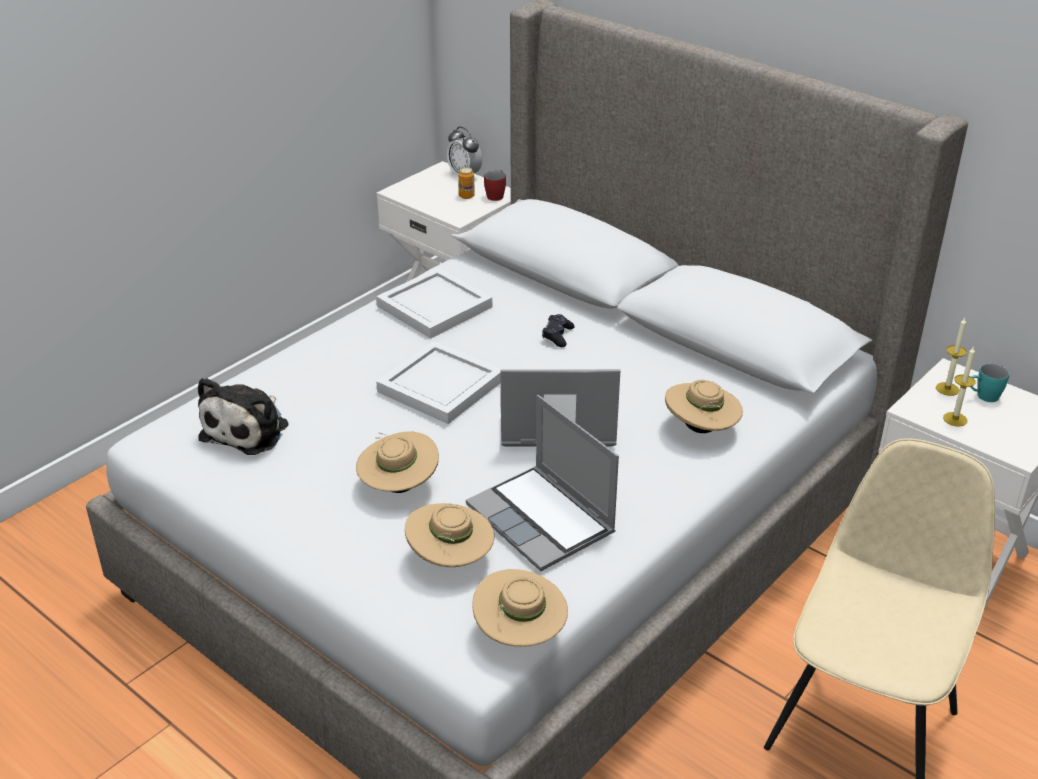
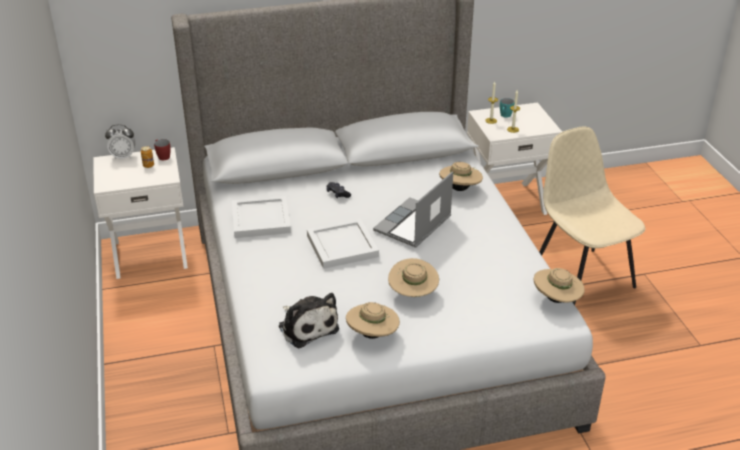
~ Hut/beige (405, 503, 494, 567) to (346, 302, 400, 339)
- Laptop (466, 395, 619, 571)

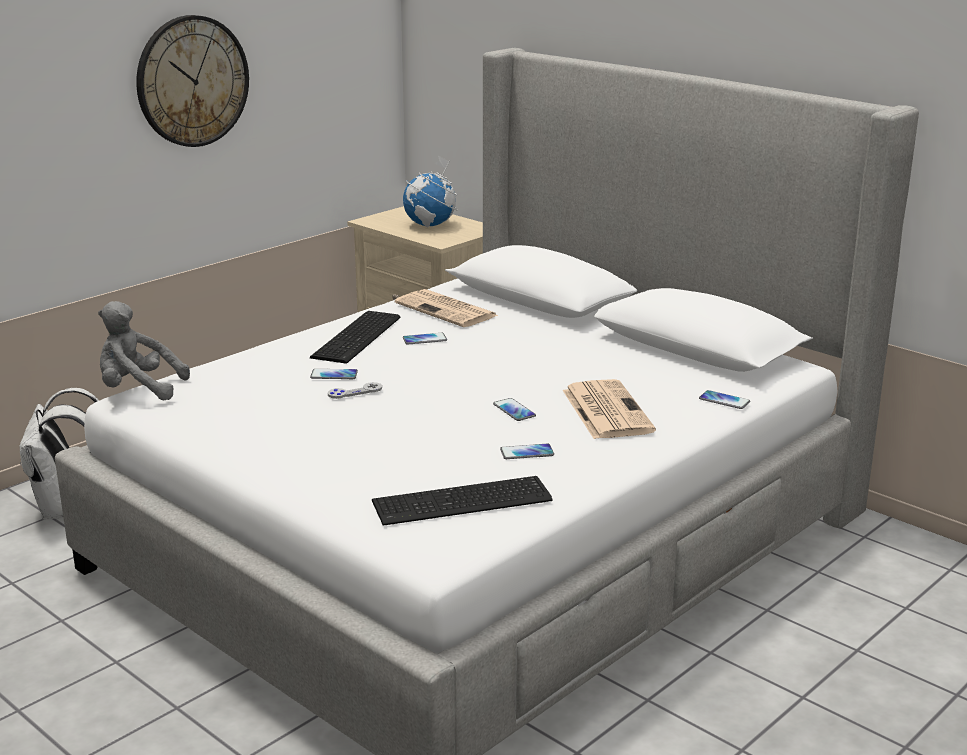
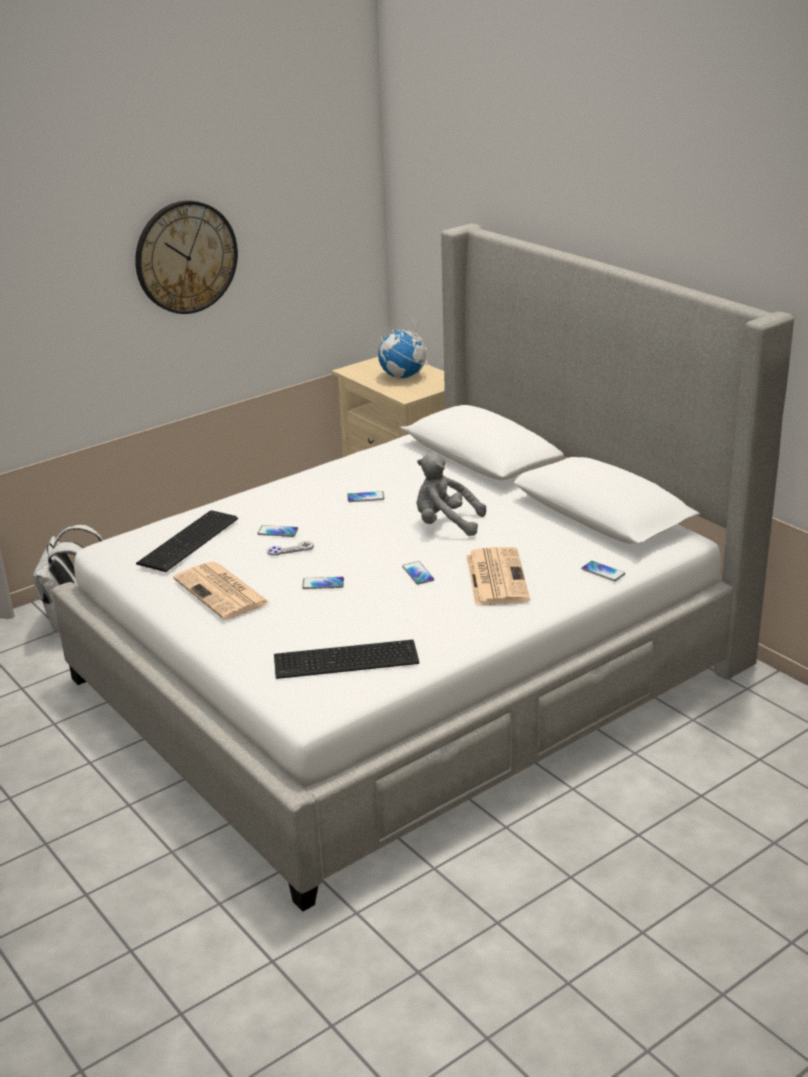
~ Tastatur (310, 311, 401, 364) to (136, 510, 238, 572)
~ Zeitung (395, 289, 499, 327) to (173, 562, 270, 620)
~ Handy (500, 444, 554, 459) to (302, 577, 344, 589)
~ Plüschtier/grau (98, 301, 190, 400) to (416, 453, 486, 536)

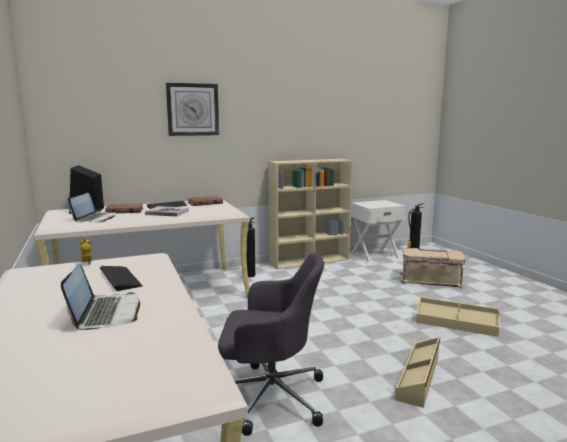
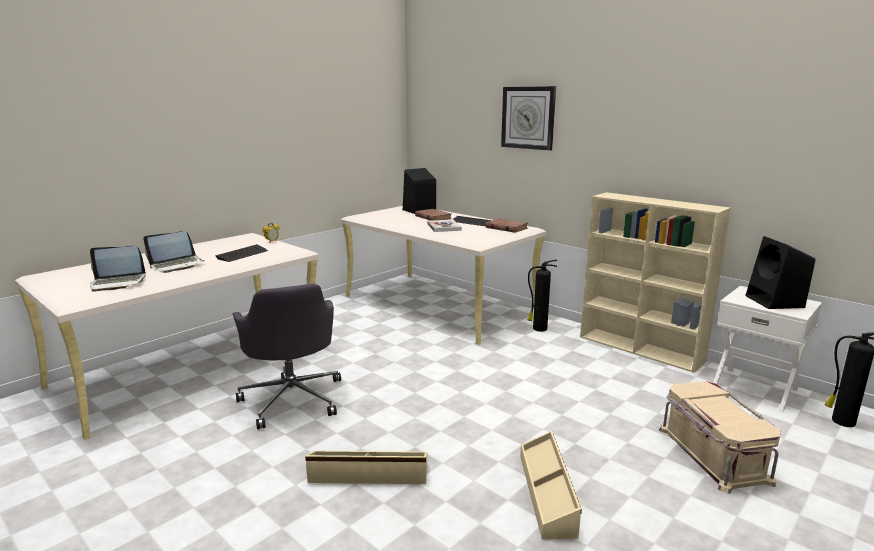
~ Laptop (68, 193, 116, 222) to (90, 246, 146, 292)
+ Lautsprecher/schwarz (745, 236, 815, 309)

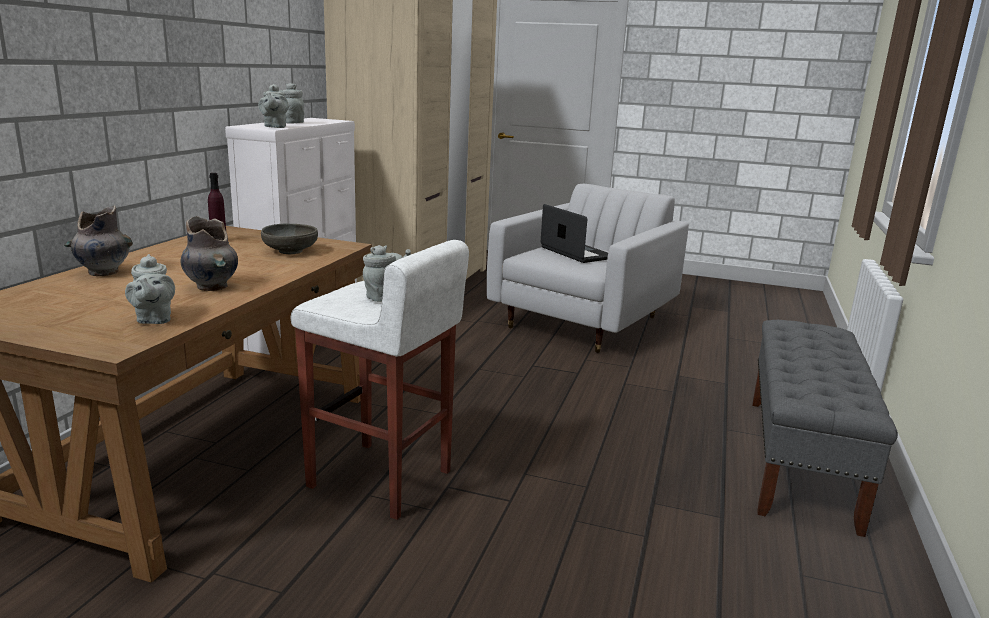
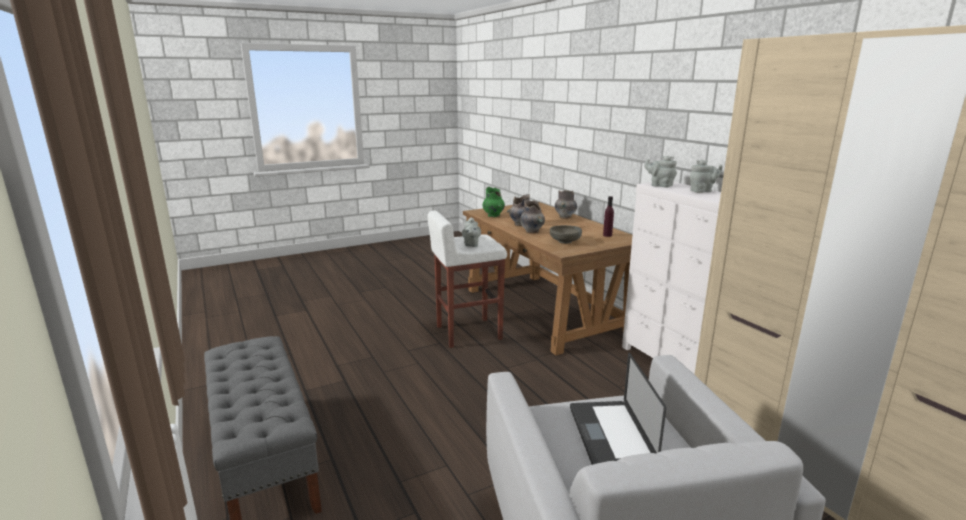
~ Teekanne/grau (125, 254, 175, 324) to Vase/grün (483, 187, 505, 217)
+ Vase/grau (520, 199, 545, 233)
~ Laptop (541, 204, 608, 263) = (570, 353, 666, 465) 75 degrees clockwise

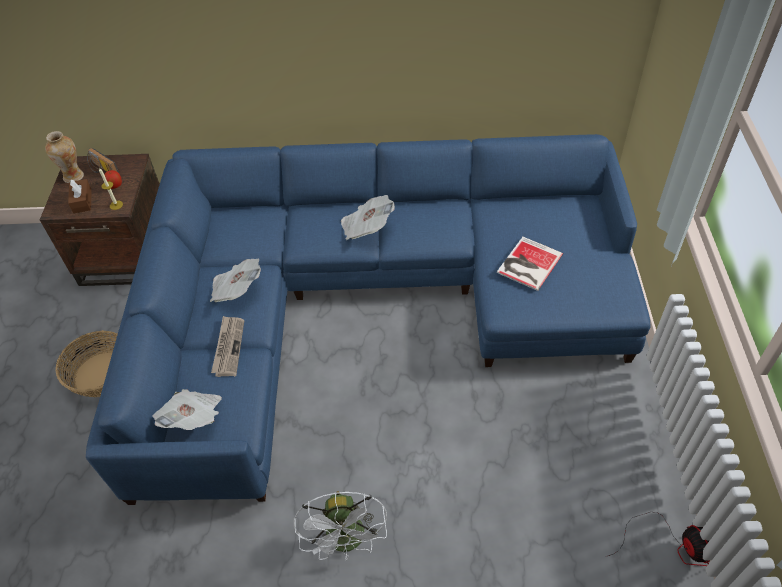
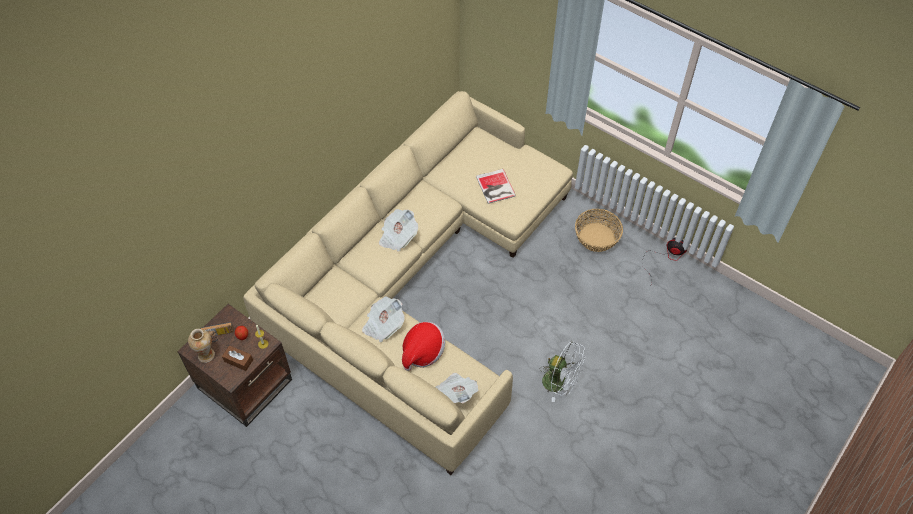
~ Sofa/blau (86, 134, 650, 505) to Sofa/beige (243, 91, 573, 475)
~ Zeitung (211, 316, 244, 377) to Hut (402, 322, 445, 371)
~ Korb (55, 330, 118, 397) to (575, 209, 623, 252)

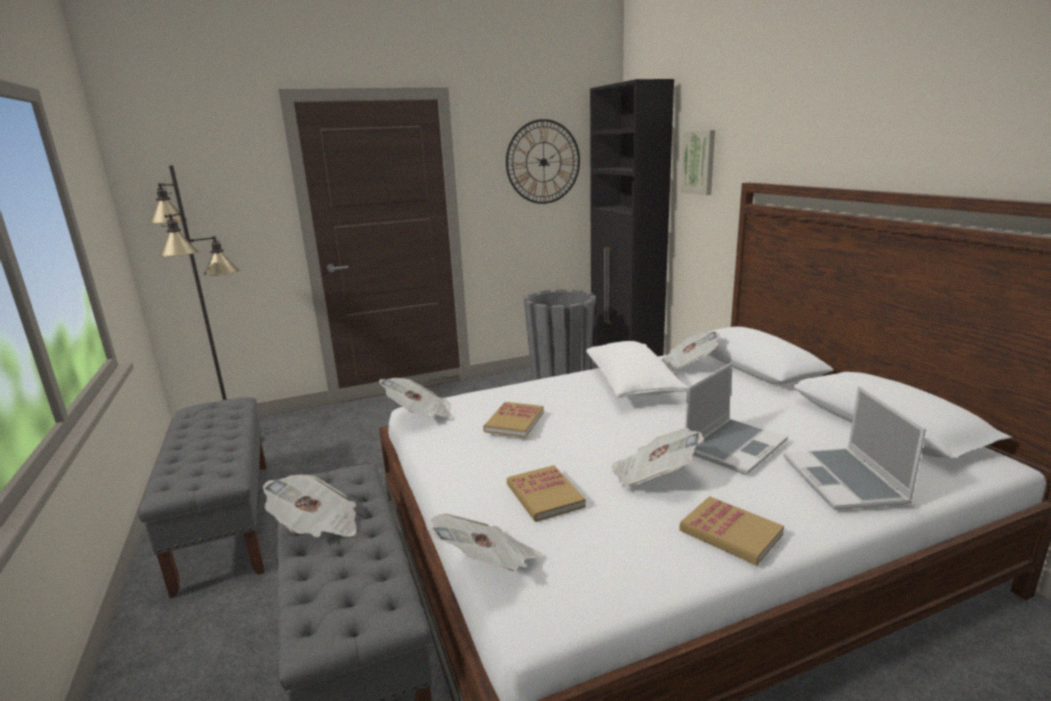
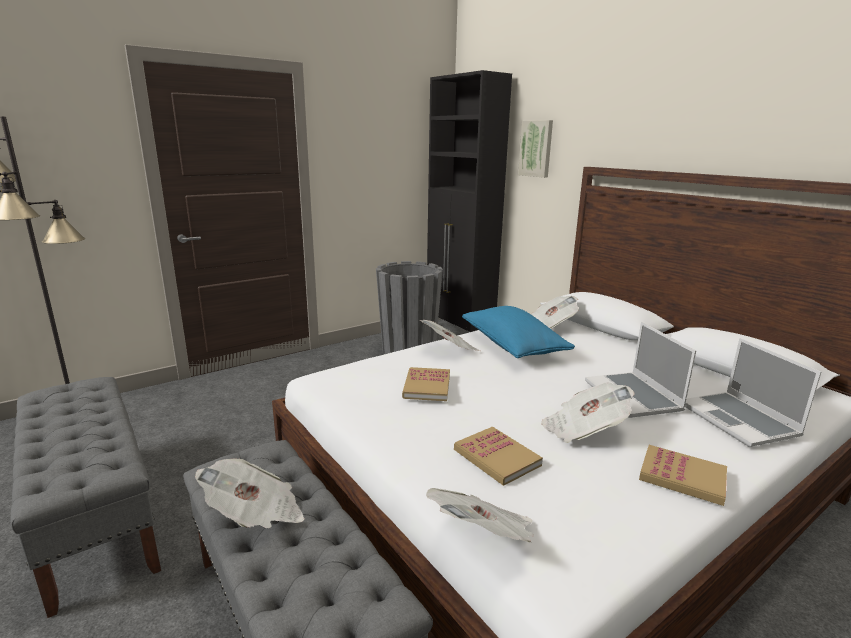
~ Zeitung (379, 378, 452, 418) to (420, 320, 480, 351)
~ Kissen/weiß (586, 341, 688, 398) to Kissen/blau (462, 306, 575, 358)
~ Laptop (685, 362, 788, 475) = (585, 322, 696, 418) 135 degrees clockwise
- Wanduhr (506, 119, 580, 204)

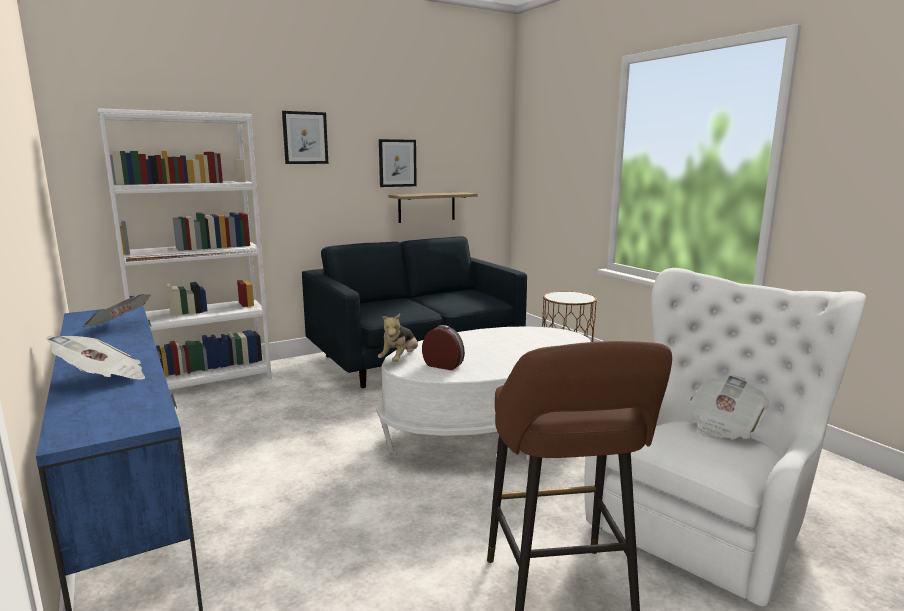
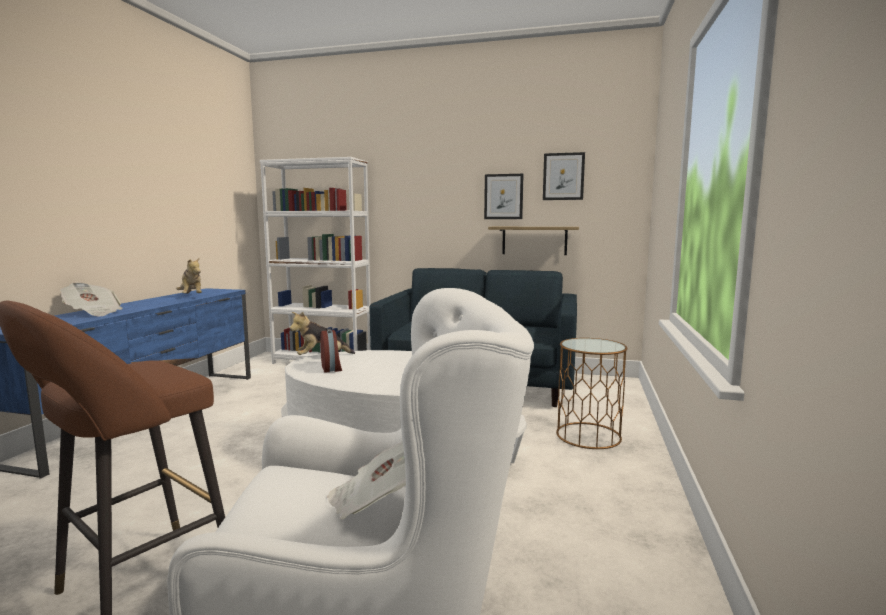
~ Zeitung (83, 294, 151, 327) to Plüschtier (176, 258, 202, 294)
~ Bild (282, 111, 328, 164) to (543, 152, 585, 200)

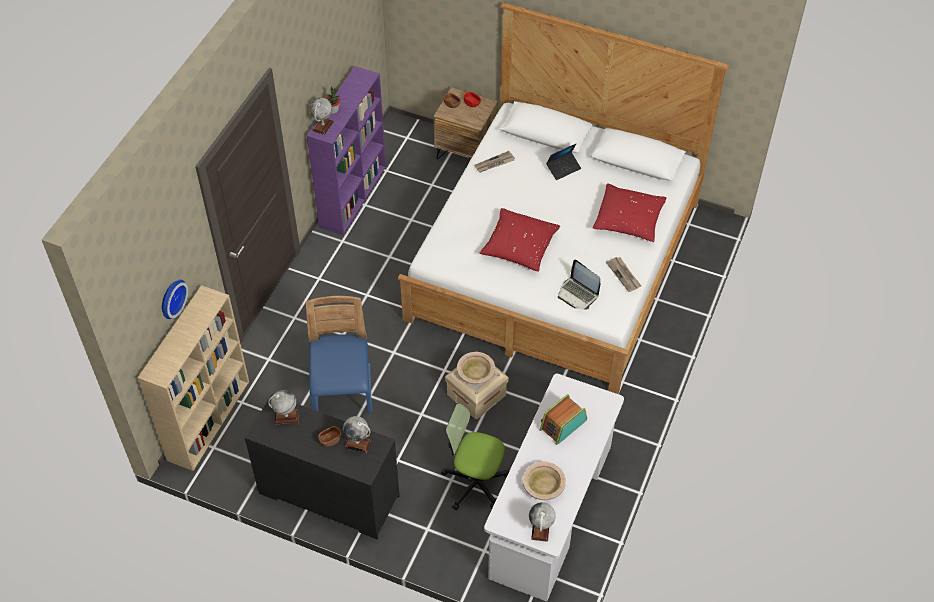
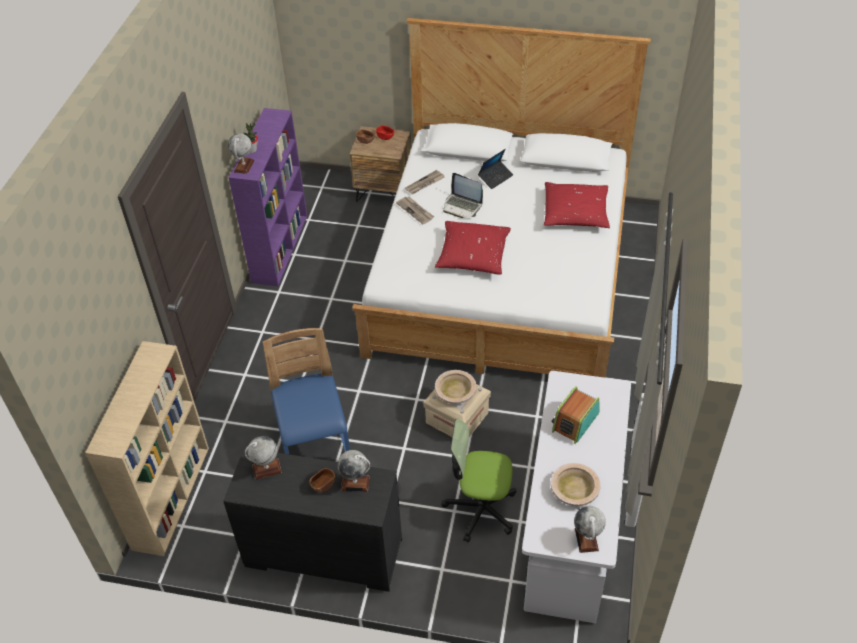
~ Zeitung (606, 257, 641, 292) to (396, 197, 434, 224)
~ Laptop (558, 260, 600, 310) to (443, 173, 483, 218)
- Wanduhr (162, 280, 188, 319)

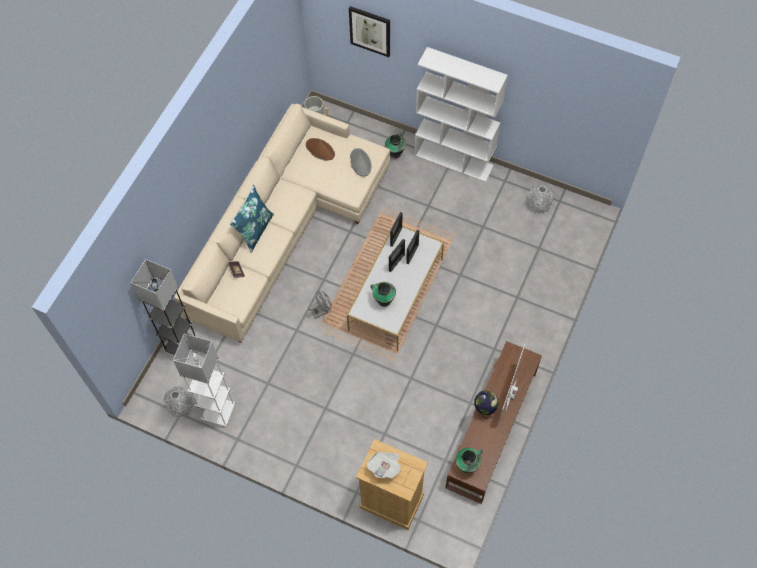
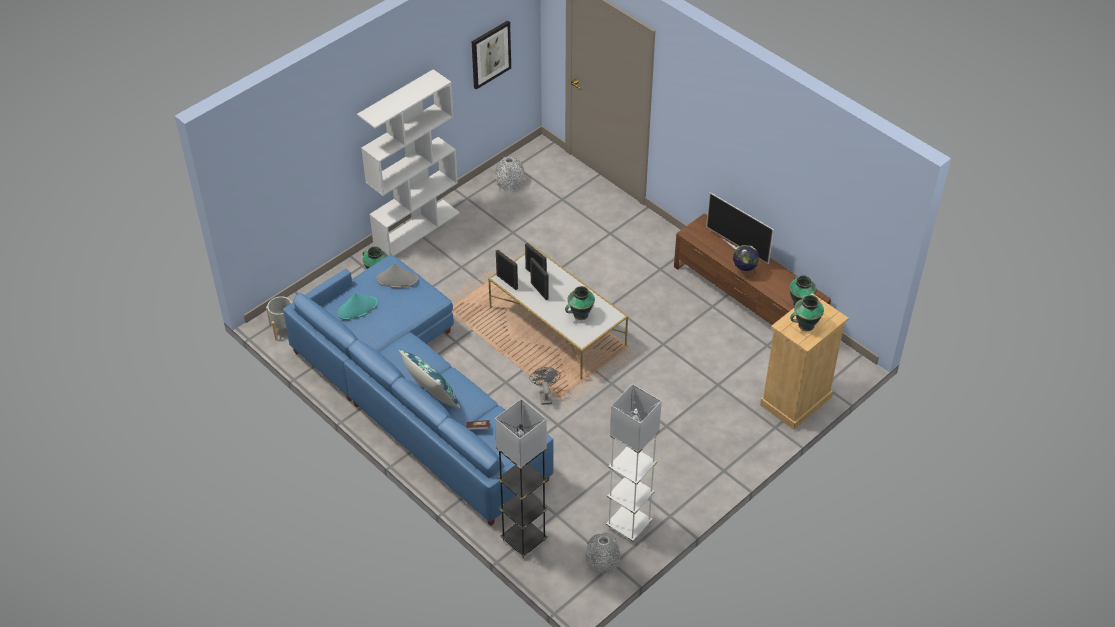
~ Sofa/beige (174, 104, 391, 343) to Sofa/blau (283, 254, 554, 526)
~ Hut/braun (306, 138, 335, 161) to Hut/türkis (337, 293, 378, 320)
~ Bild (349, 6, 390, 57) to (472, 20, 511, 90)
~ Zeitung (367, 451, 401, 478) to Vase (790, 295, 824, 331)

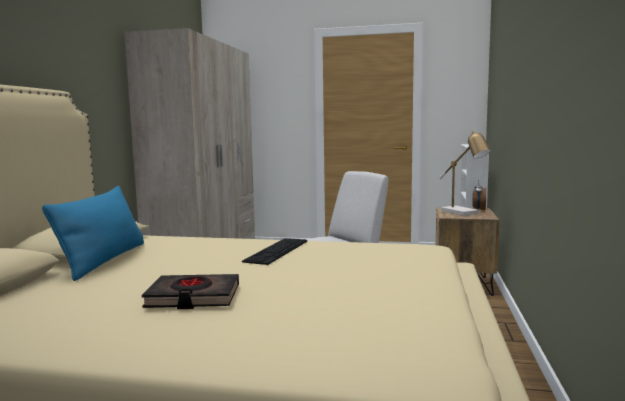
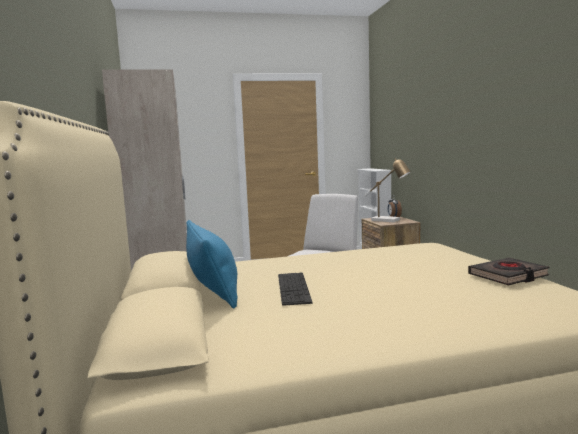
~ Tastatur (242, 238, 307, 265) to (278, 273, 312, 306)
~ Buch/schwarz (142, 274, 239, 309) to (468, 258, 550, 285)

